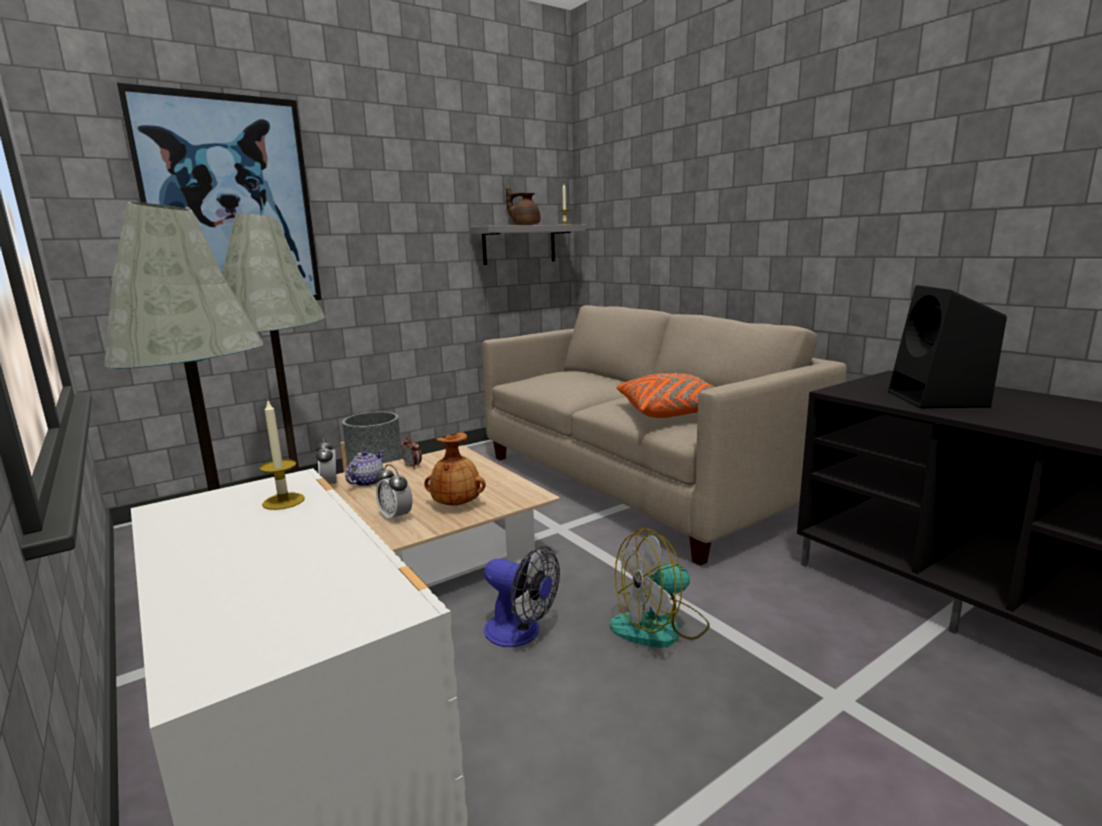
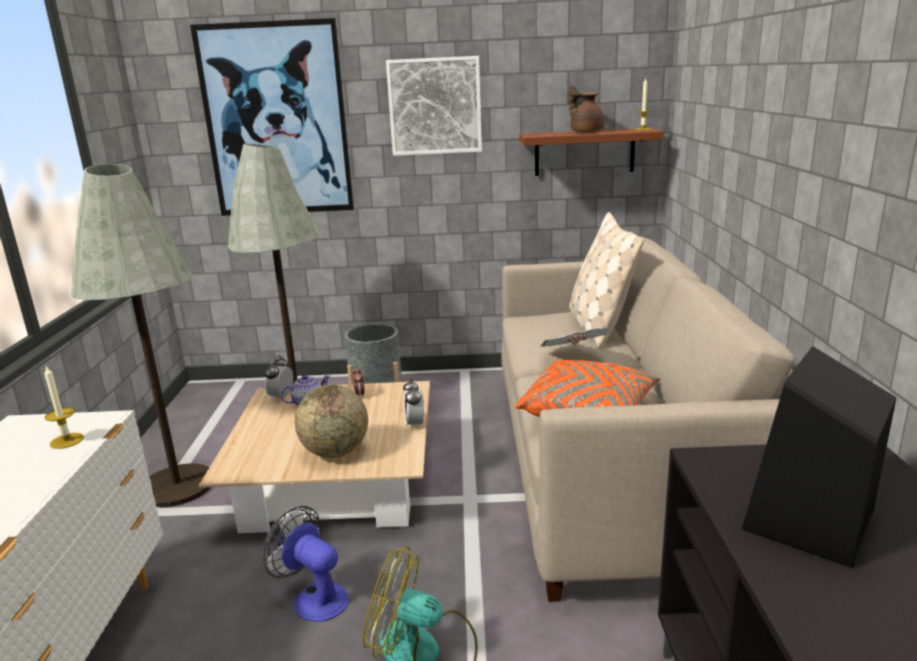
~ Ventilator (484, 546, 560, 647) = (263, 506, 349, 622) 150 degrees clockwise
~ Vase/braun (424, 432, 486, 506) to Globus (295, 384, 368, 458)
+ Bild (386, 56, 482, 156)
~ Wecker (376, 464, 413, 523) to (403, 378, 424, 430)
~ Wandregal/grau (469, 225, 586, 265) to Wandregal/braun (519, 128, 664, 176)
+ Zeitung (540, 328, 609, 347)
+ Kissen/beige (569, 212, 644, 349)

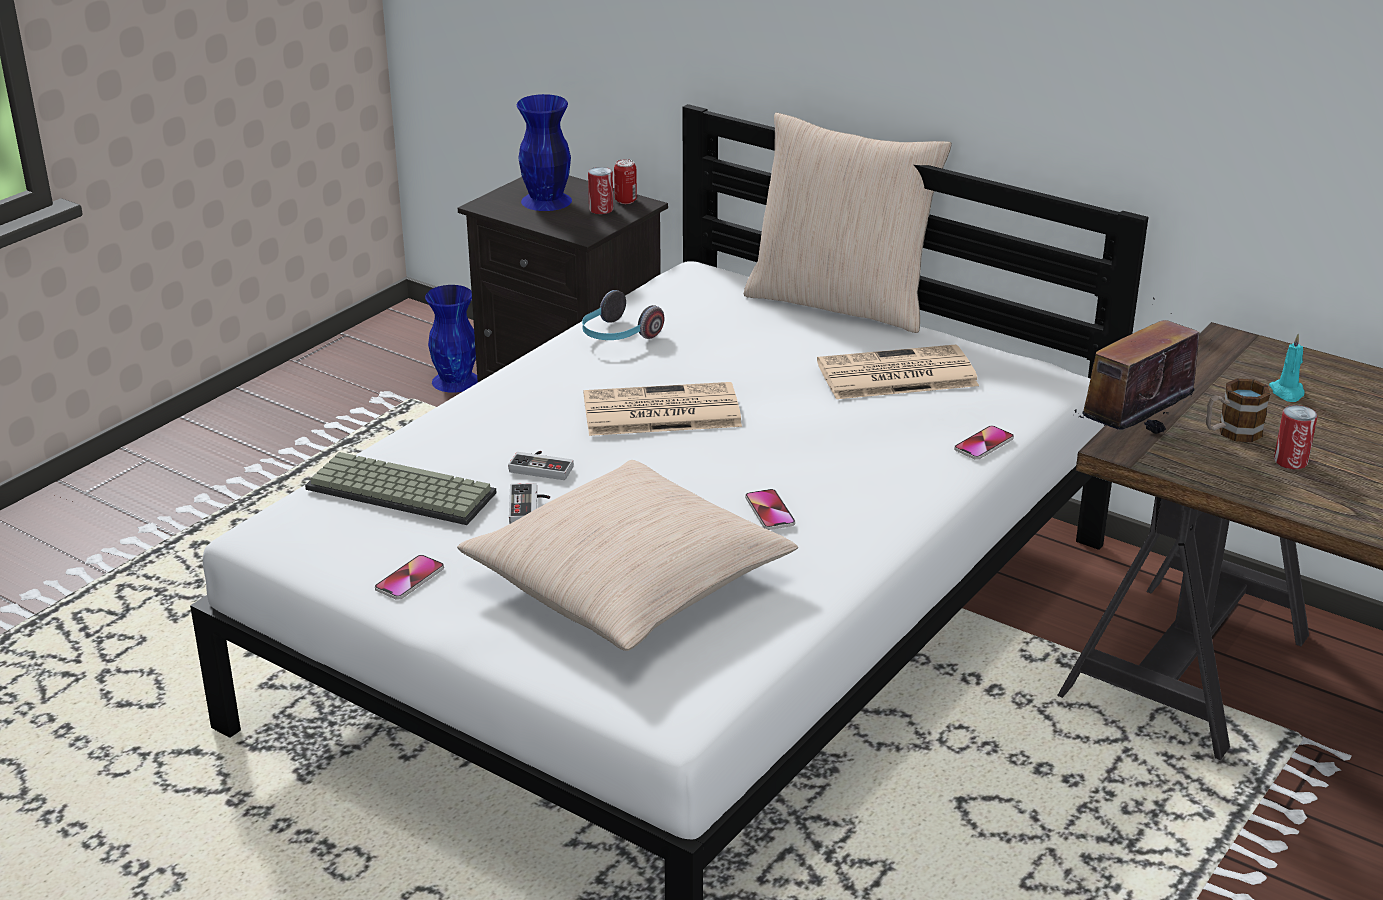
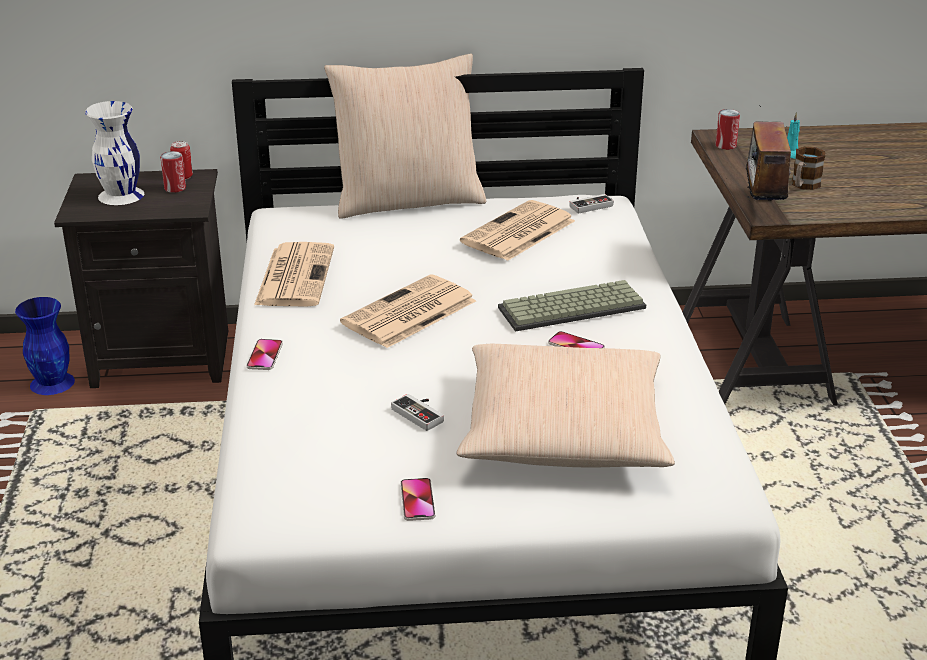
~ Vase/blau (517, 94, 572, 211) to Vase/weiß (85, 101, 144, 205)
~ Handy (954, 426, 1014, 460) to (247, 339, 283, 370)
~ Kopfhörer (582, 290, 664, 340) to Zeitung (254, 242, 334, 307)
~ Tastatur (305, 452, 496, 525) to (498, 280, 646, 332)
~ Gamepad (508, 451, 574, 480) to (569, 194, 614, 214)
~ Dose (1274, 405, 1318, 469) to (716, 109, 740, 150)

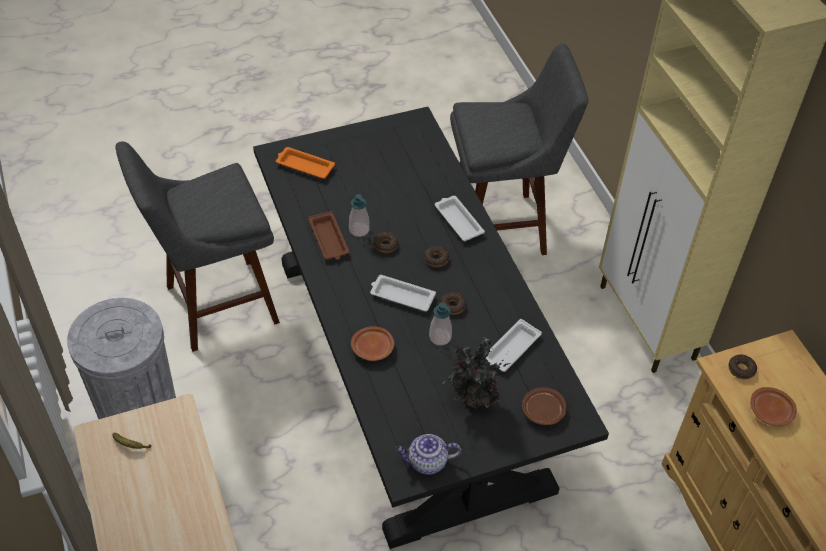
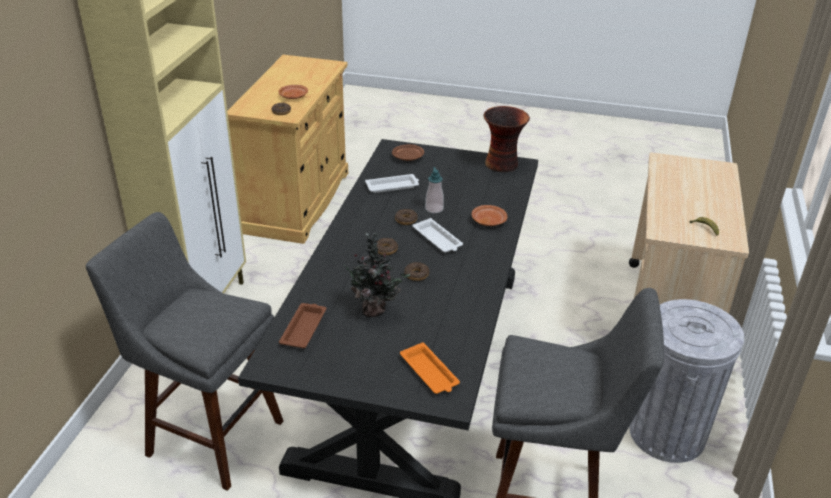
~ Tablett/braun (308, 211, 349, 259) to (279, 303, 326, 348)
~ Topfpflanze (443, 337, 510, 410) to (344, 233, 410, 318)
~ Teekanne (396, 434, 461, 475) to Vase (484, 106, 530, 172)
- Seifenspender (349, 194, 370, 237)
- Tablett/weiß (435, 196, 485, 241)

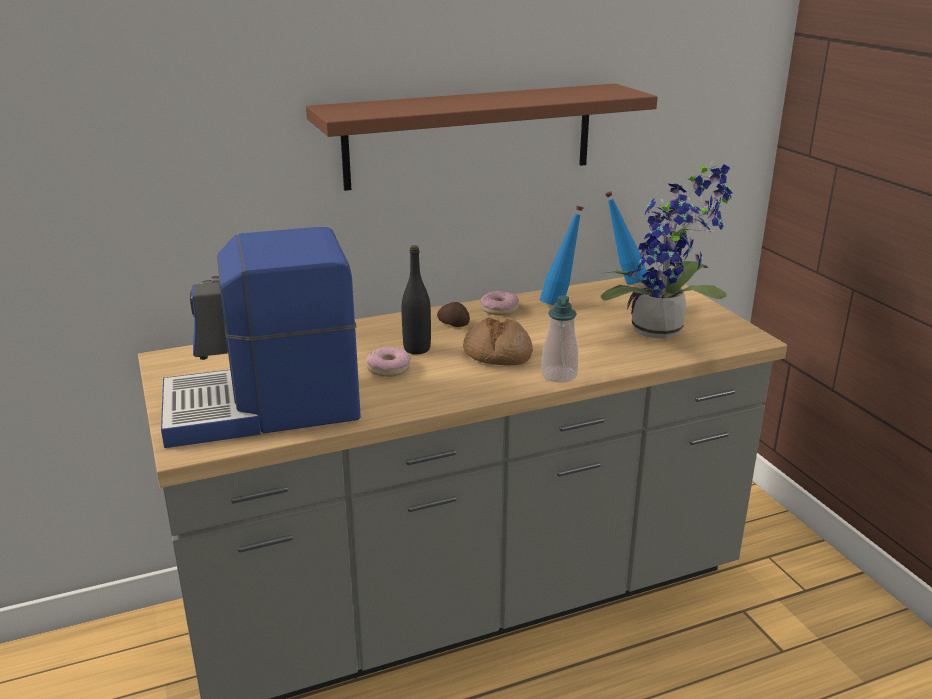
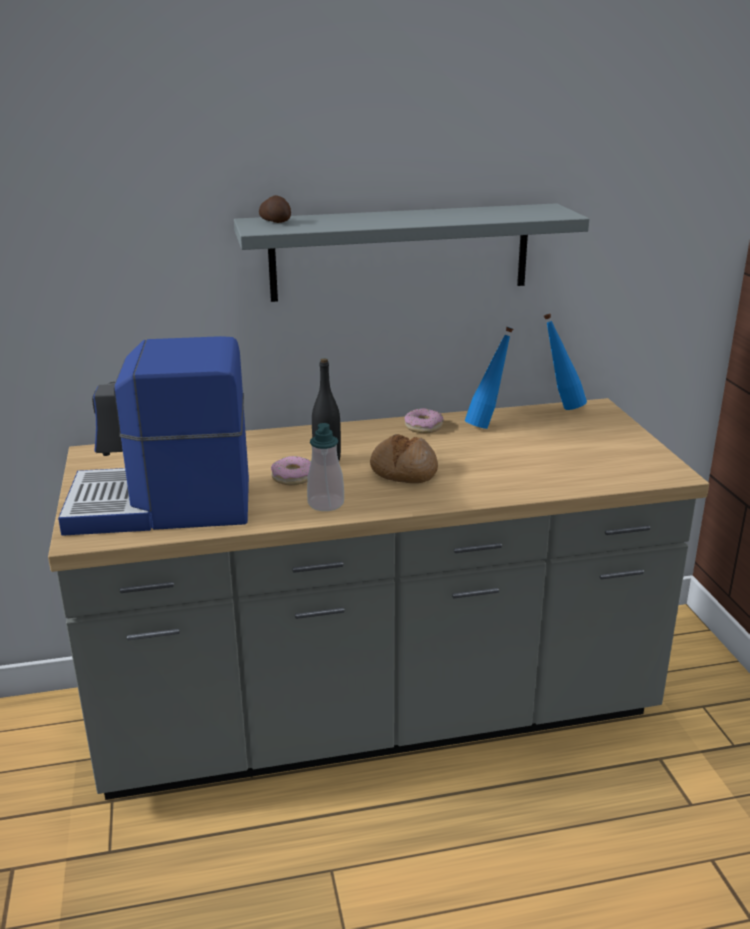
~ Wandregal/braun (306, 84, 658, 191) to Wandregal/grau (234, 203, 589, 302)
~ Kartoffel (437, 302, 470, 327) to (259, 195, 291, 223)
~ Seifenspender (541, 295, 578, 383) to (307, 423, 344, 511)
- Topfpflanze (601, 161, 733, 339)

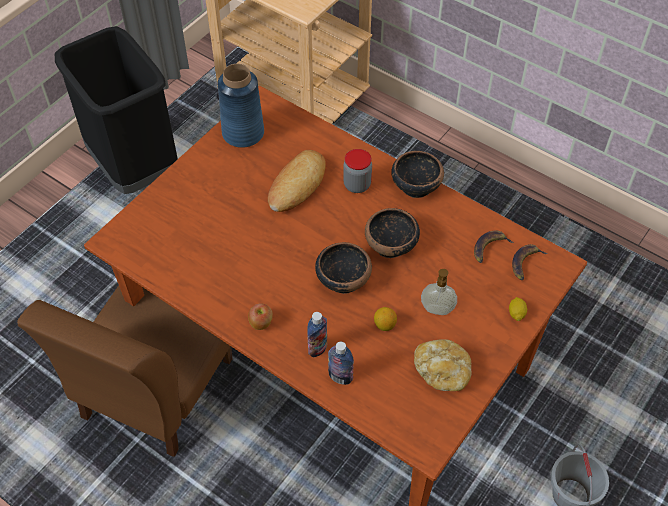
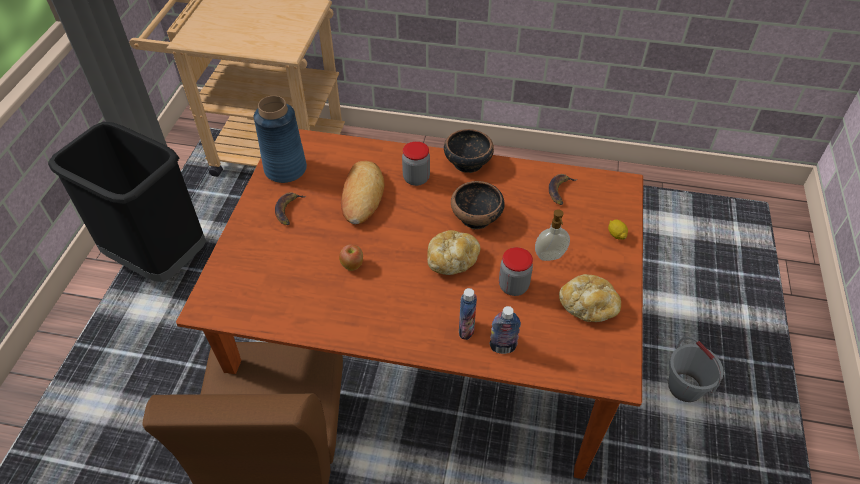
~ Banane (512, 244, 548, 280) to (275, 192, 306, 225)
~ Apfel (248, 303, 273, 330) to (339, 244, 363, 271)
~ Schüssel (315, 242, 372, 294) to Brot (427, 230, 480, 275)
~ Zitrone (374, 307, 397, 331) to Vorratsglas (499, 247, 533, 296)

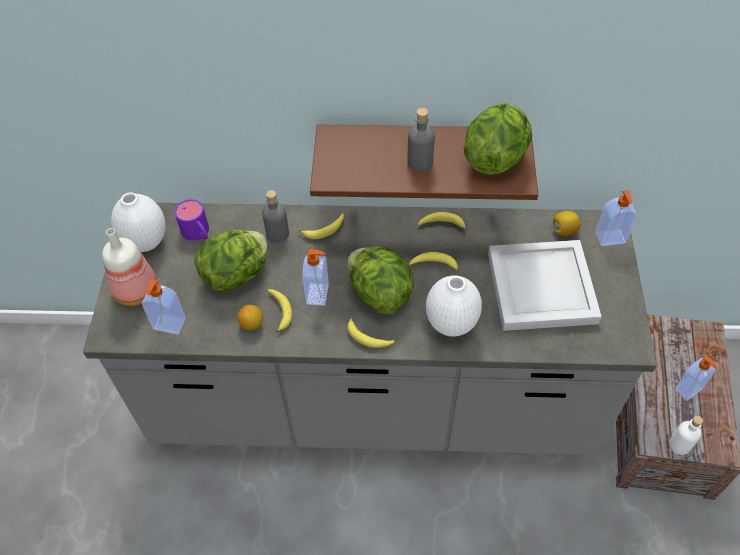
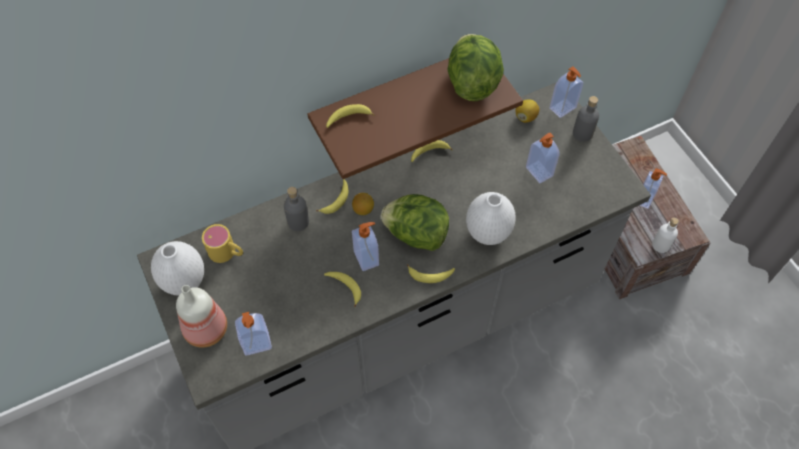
~ Henkelbecher/lila (174, 199, 209, 241) to Henkelbecher/gelb (202, 224, 243, 263)
~ Banane (409, 252, 459, 272) to (326, 104, 375, 128)
~ Zitrone (238, 304, 263, 331) to (352, 193, 374, 215)
~ Tablett/weiß (488, 240, 602, 331) to Seifenspender (526, 133, 559, 183)
~ Flasche/grau (407, 108, 435, 172) to (573, 96, 599, 142)
- Salatkopf (194, 230, 267, 291)

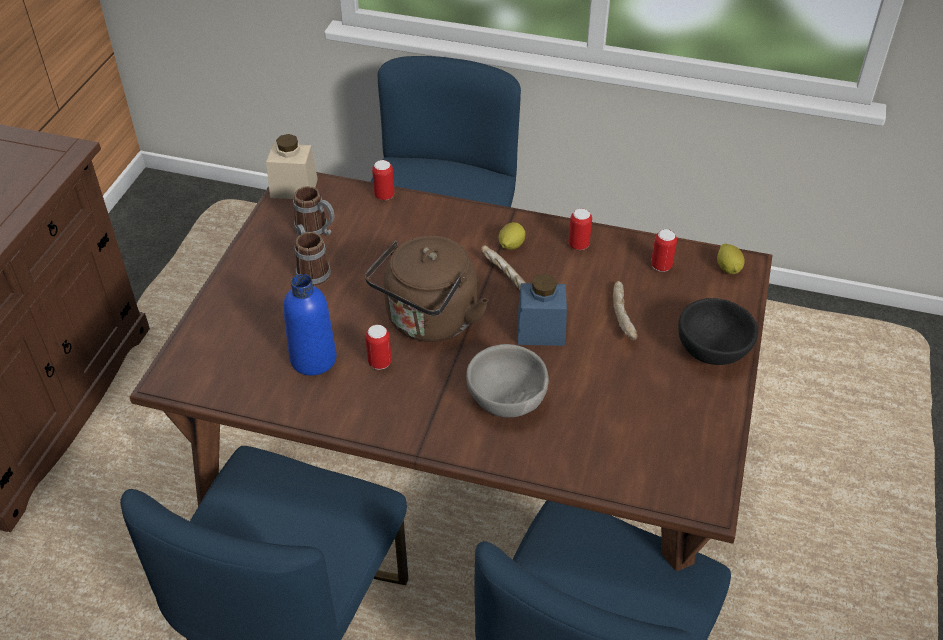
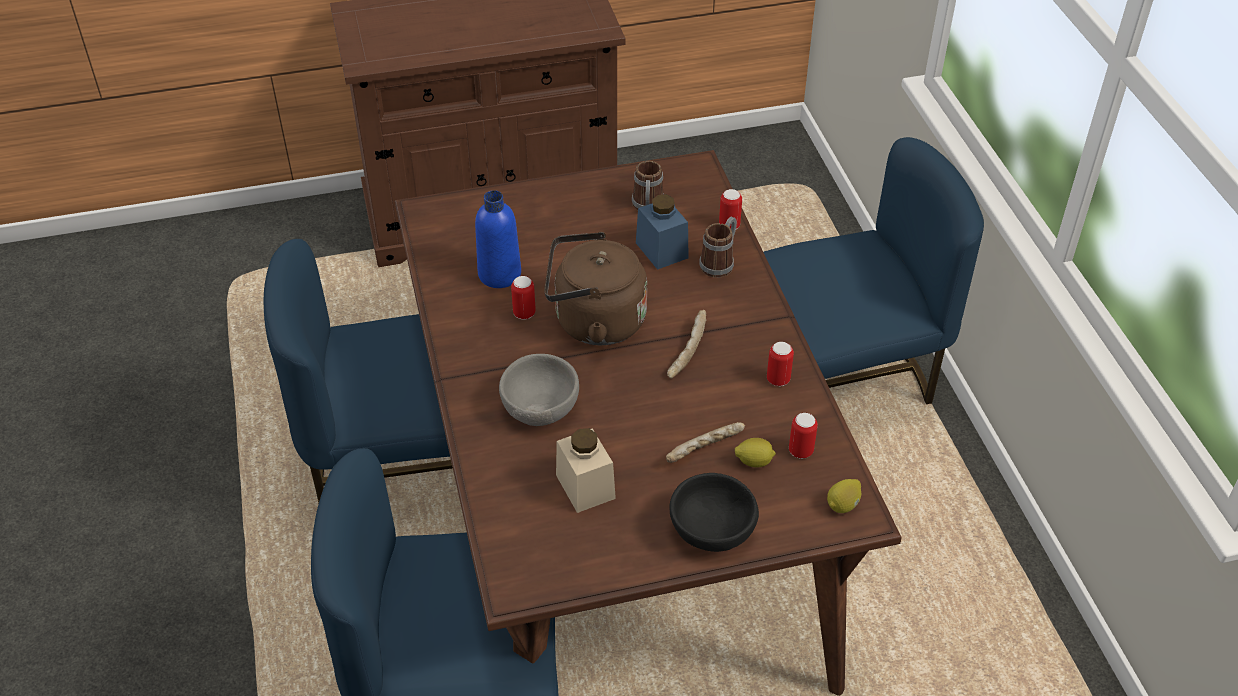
~ Vorratsglas/beige (266, 134, 318, 199) to (556, 428, 616, 513)
~ Vorratsglas/blau (517, 274, 567, 346) to (636, 194, 689, 270)
~ Henkelbecher (295, 224, 331, 286) to (699, 216, 737, 278)
~ Zitrone (499, 222, 525, 250) to (735, 438, 776, 467)

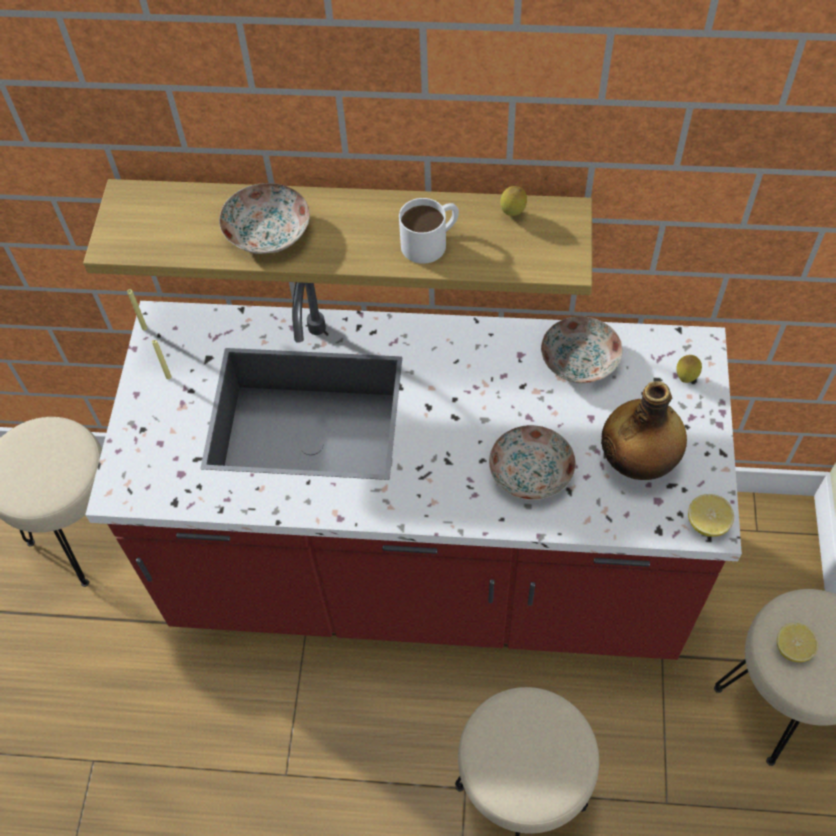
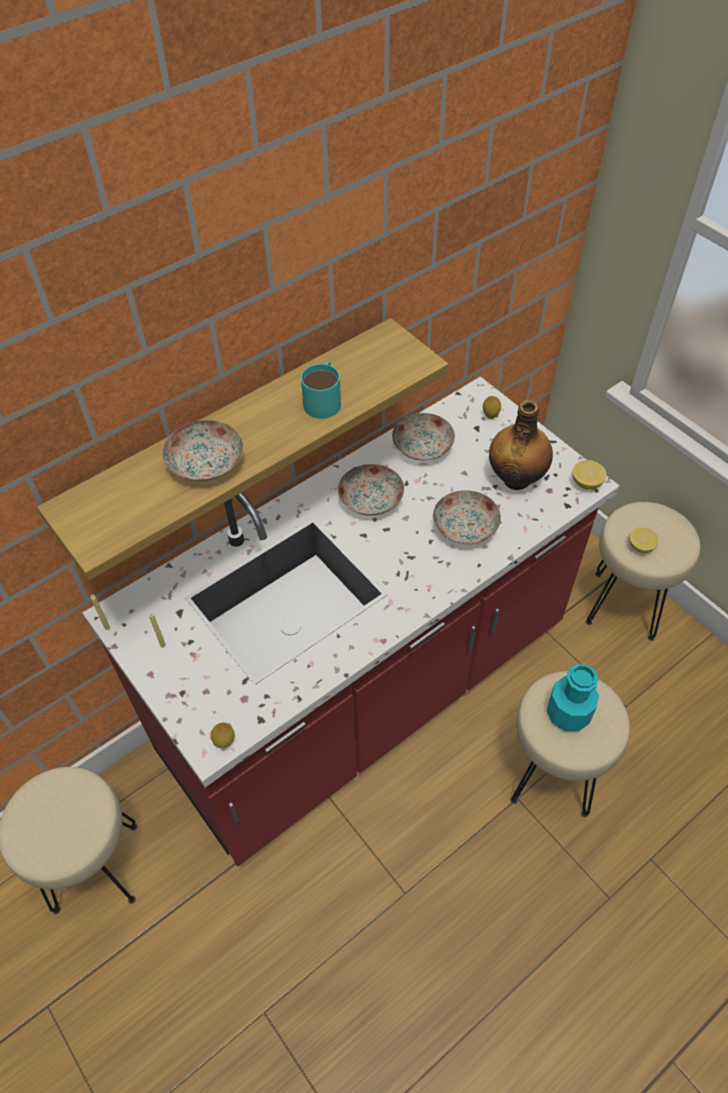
~ Zitrone (500, 186, 527, 216) to (211, 722, 235, 748)
~ Henkelbecher/weiß (399, 198, 459, 264) to Henkelbecher/türkis (301, 361, 341, 419)
+ Teller (338, 464, 404, 515)
+ Flasche/türkis (547, 664, 599, 731)

